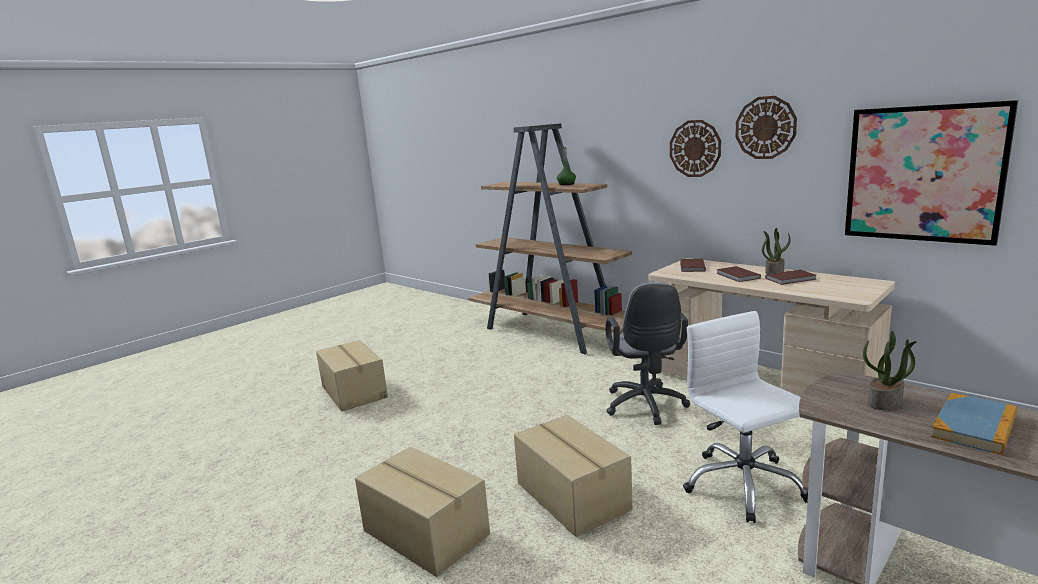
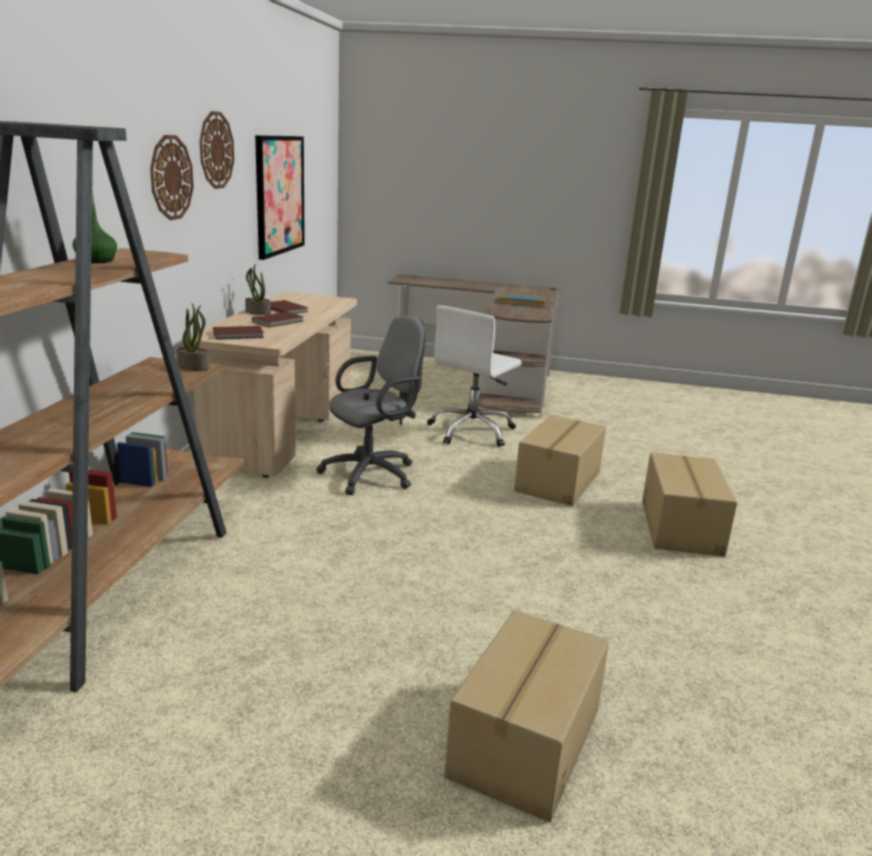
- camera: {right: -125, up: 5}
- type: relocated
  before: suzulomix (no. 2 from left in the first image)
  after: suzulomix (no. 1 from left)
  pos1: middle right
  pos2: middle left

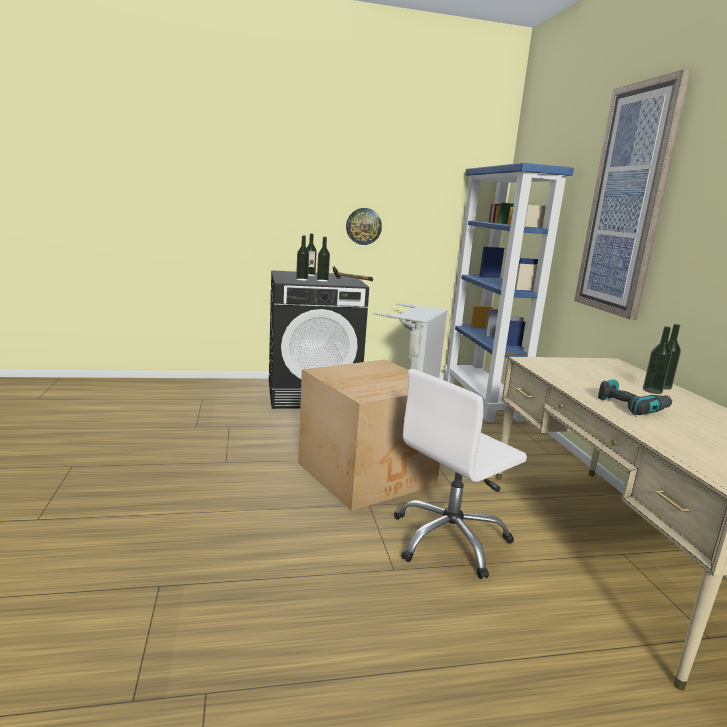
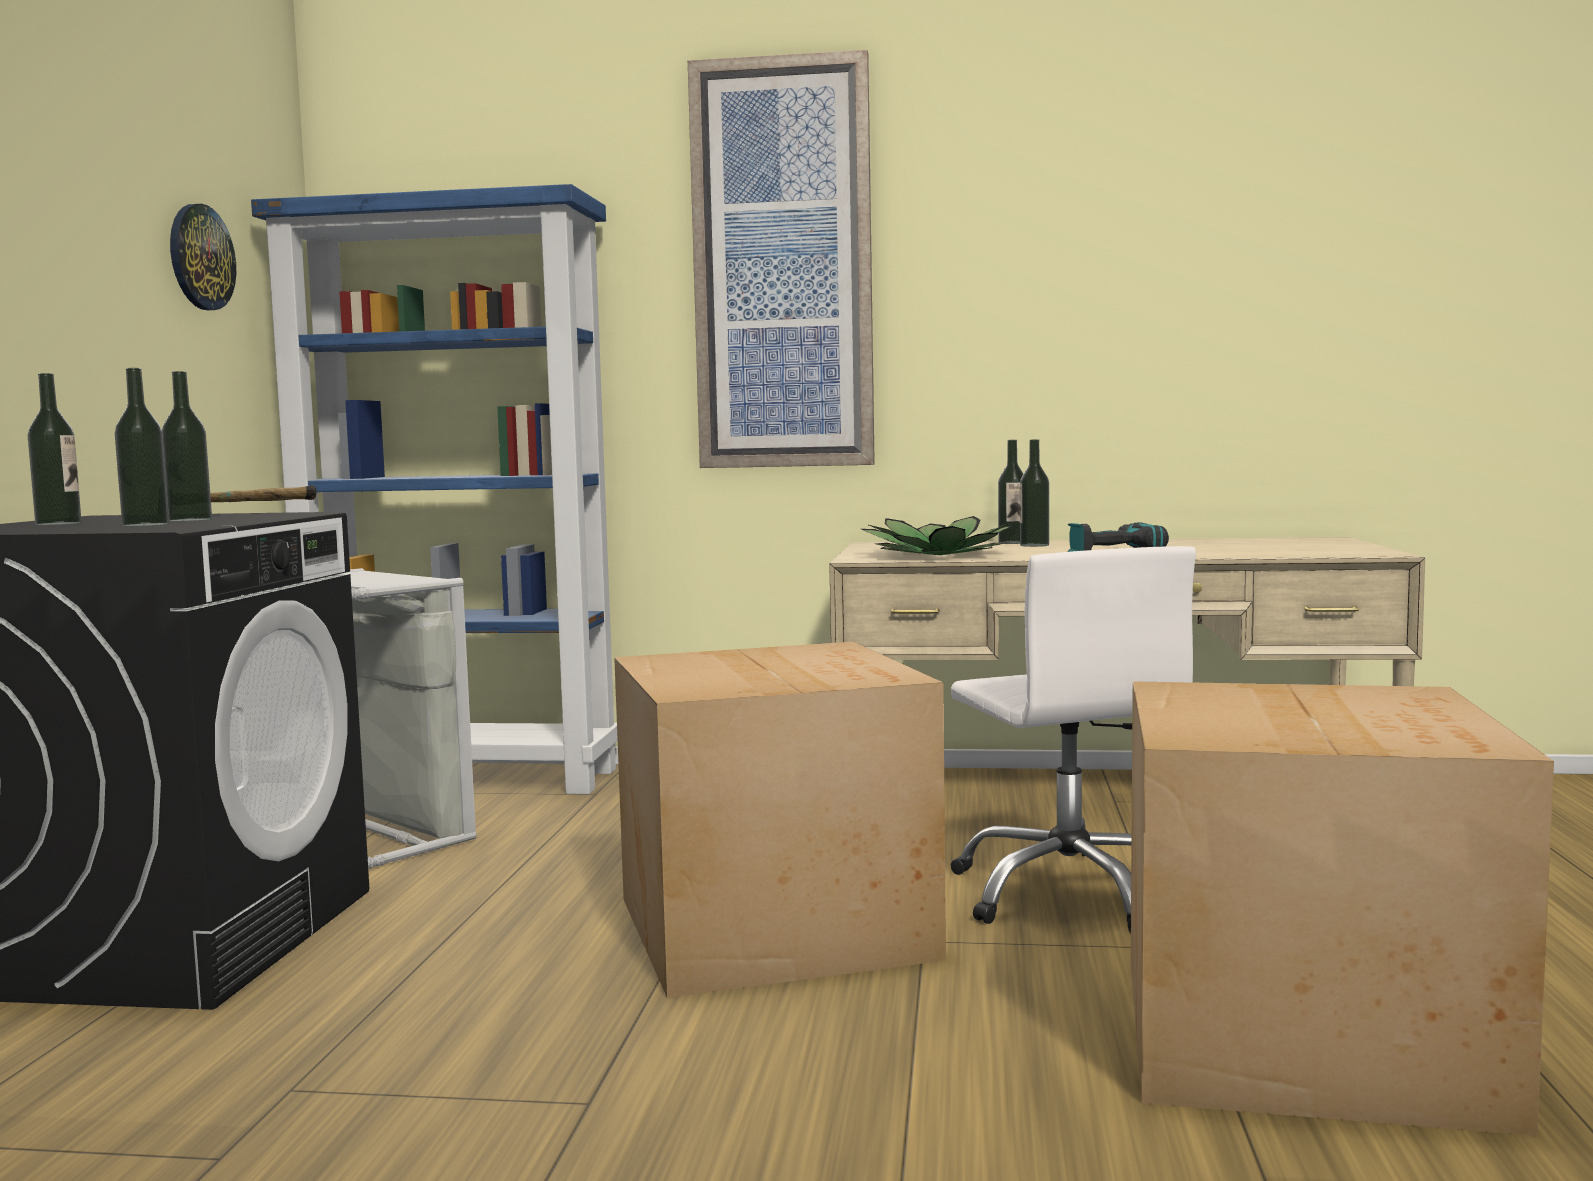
- camera: {right: -70, up: -10}
- type: relocated
  before: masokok
  pos1: top centre
  pos2: top left
- type: appeared
  after: suzulomix
  pos2: centre
- type: appeared
  after: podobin (no. 2 from left)
  pos2: bottom right

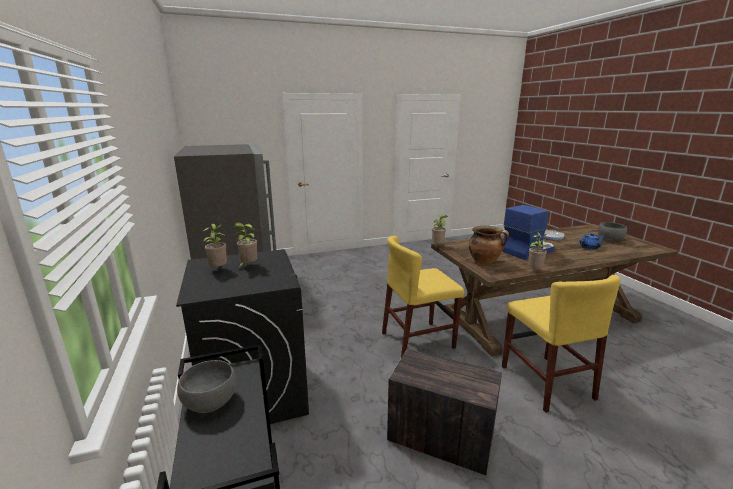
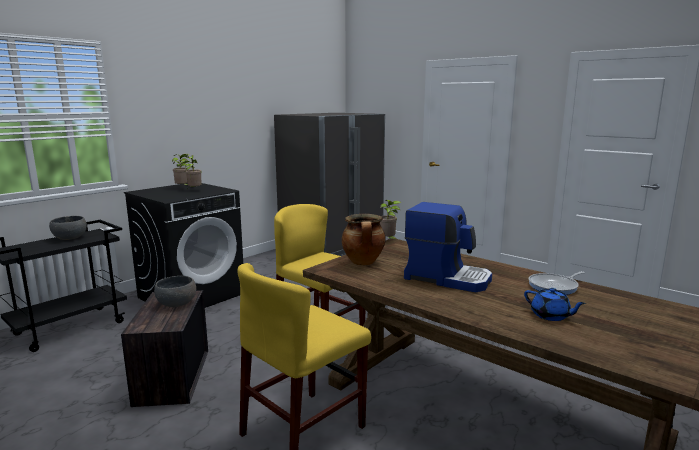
- camera: {right: 60, up: -5}
- type: missing
  before: suzulomix (no. 4 from left)
  pos1: middle right
- type: relocated
  before: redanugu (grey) (no. 2 from left)
  pos1: middle right
  pos2: middle left

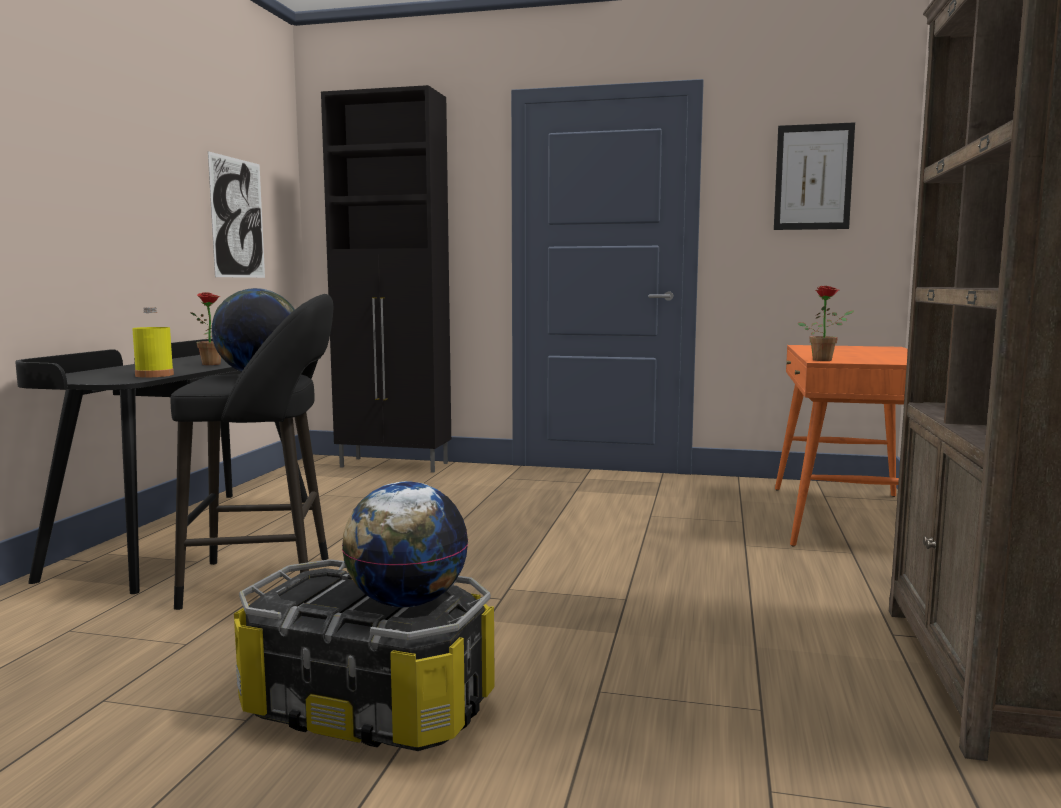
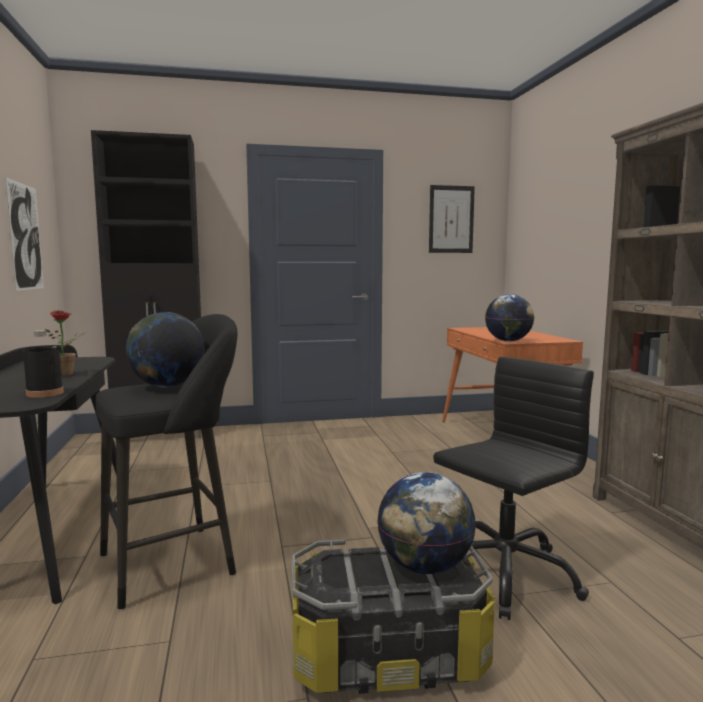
- camera: {right: -25, up: 0}
- type: colour
  before: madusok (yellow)
  after: madusok (black)
  pos1: middle left
  pos2: middle left
- type: exchanged
  before: suzulomix (no. 2 from left)
  after: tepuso (no. 3 from left)
  pos1: middle right
  pos2: middle right
- type: appeared
  after: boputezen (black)
  pos2: bottom right

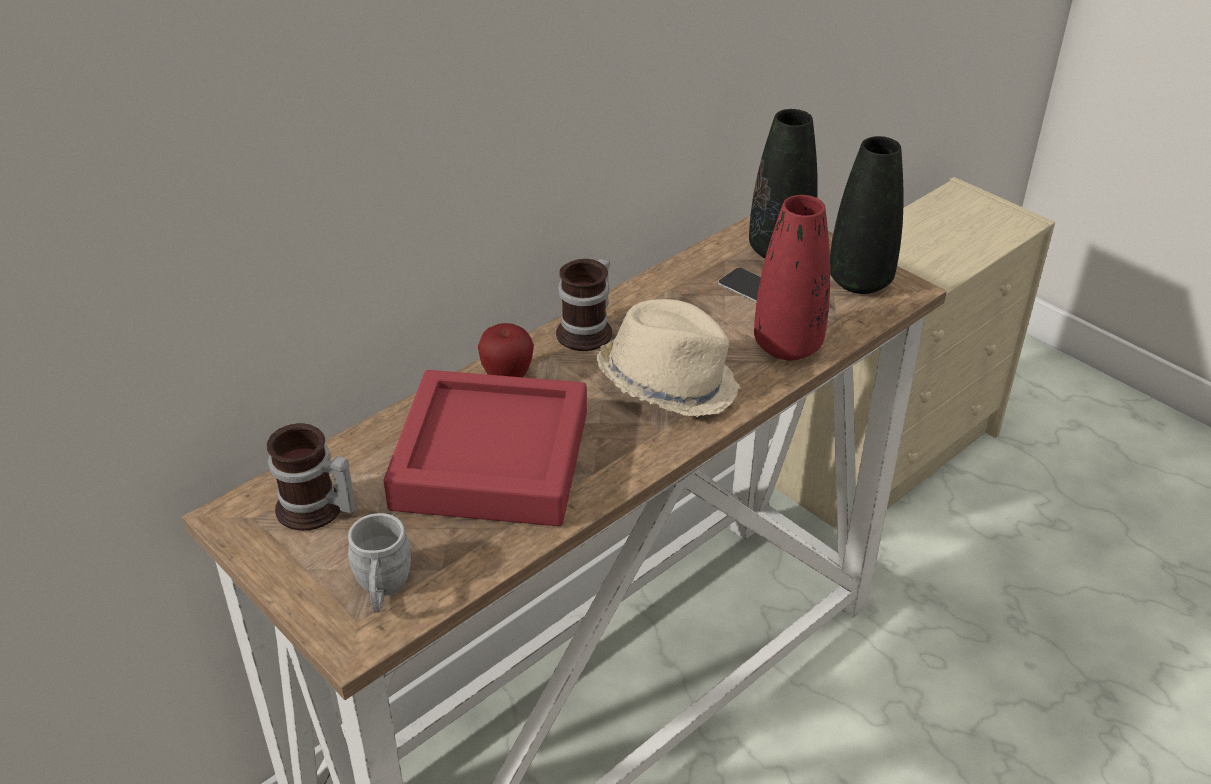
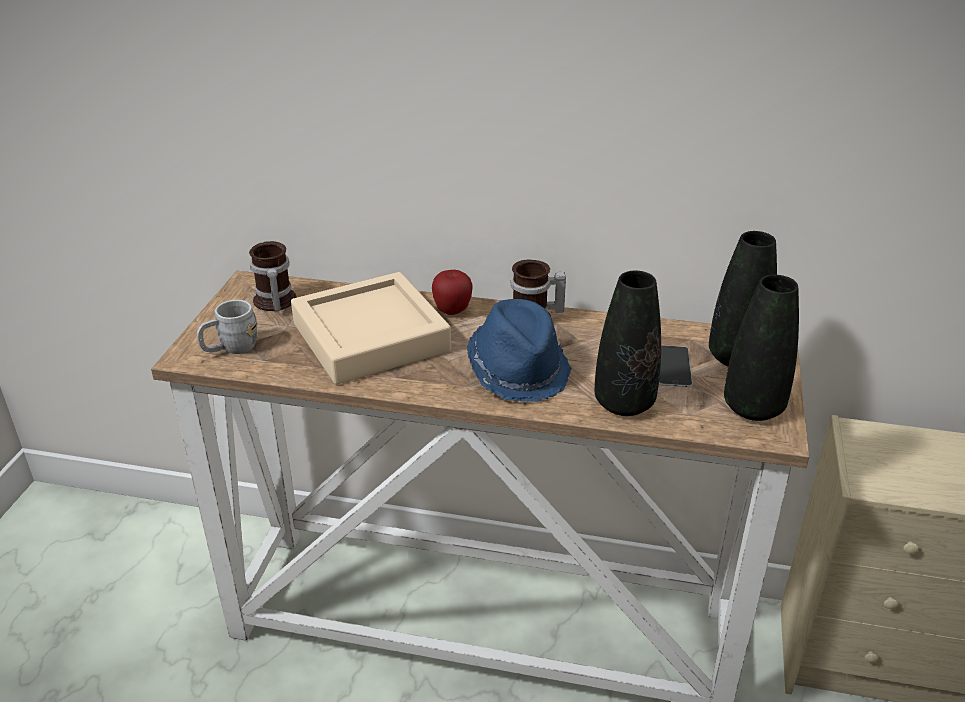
- camera: {right: 55, up: -5}
- type: colour
  before: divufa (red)
  after: divufa (beige)
  pos1: centre
  pos2: centre
- type: colour
  before: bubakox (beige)
  after: bubakox (blue)
  pos1: centre
  pos2: centre
- type: colour
  before: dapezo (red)
  after: dapezo (black) (no. 1 from left)
  pos1: centre
  pos2: centre

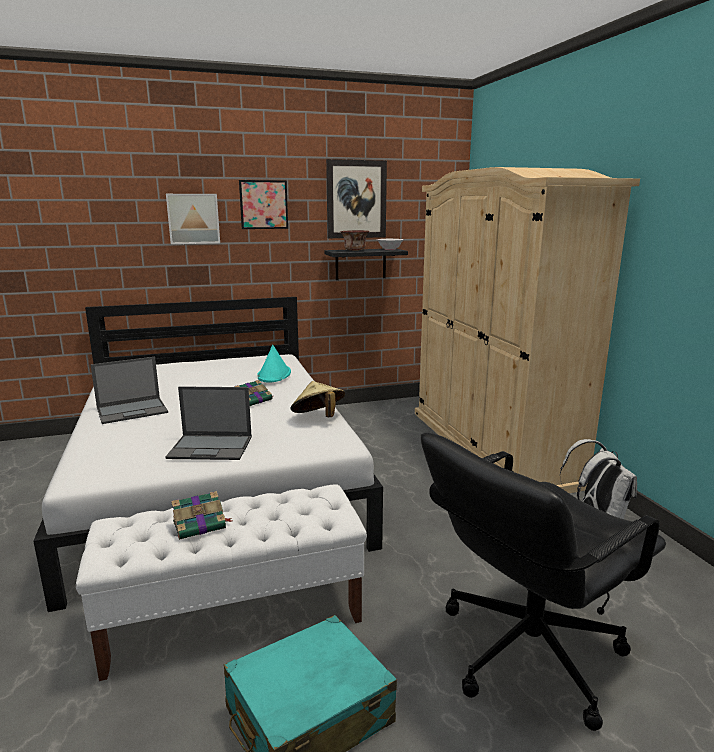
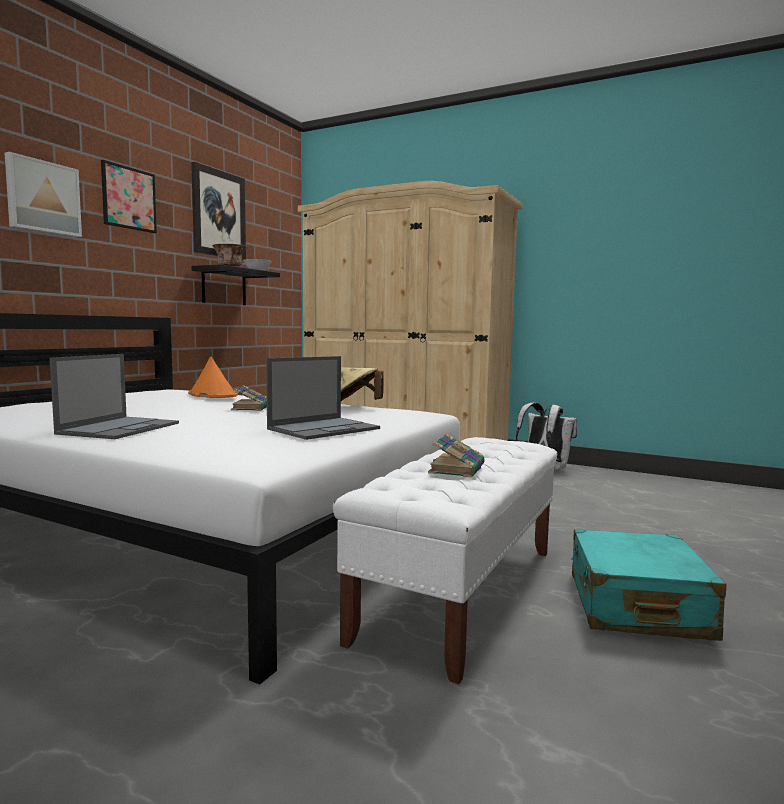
- camera: {right: -45, up: -10}
- type: colour
  before: bubakox (turquoise)
  after: bubakox (orange)
  pos1: centre
  pos2: middle left
- type: missing
  before: boputezen (black)
  pos1: bottom right

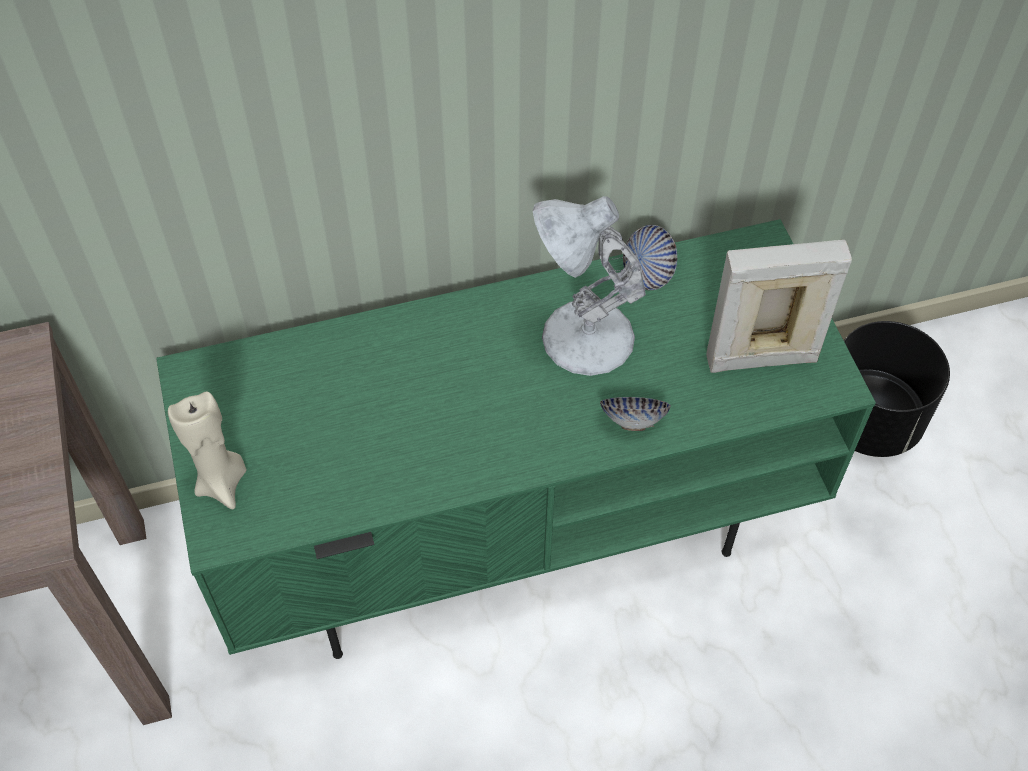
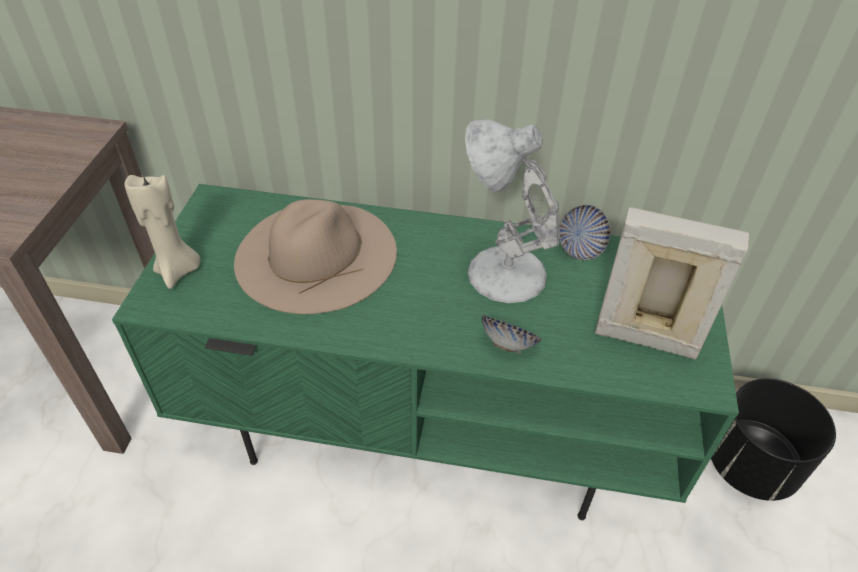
- camera: {right: 25, up: -10}
- type: appeared
  after: bubakox (beige)
  pos2: centre

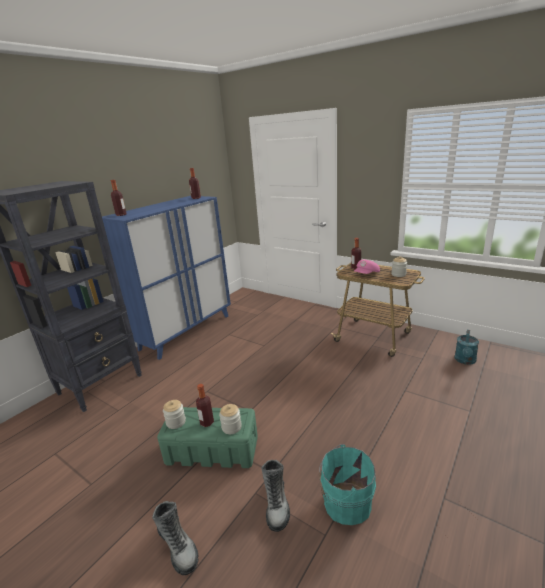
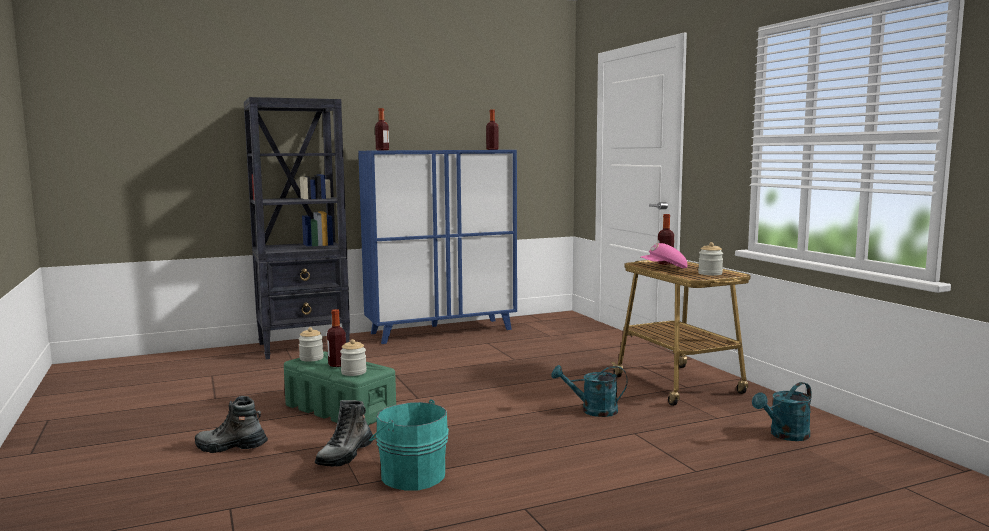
- camera: {right: 30, up: -15}
- type: spun
  before: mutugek (no. 1 from left)
  pos1: bottom left
  pos2: bottom left
  turn: 105
- type: appeared
  after: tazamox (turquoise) (no. 1 from left)
  pos2: bottom centre

